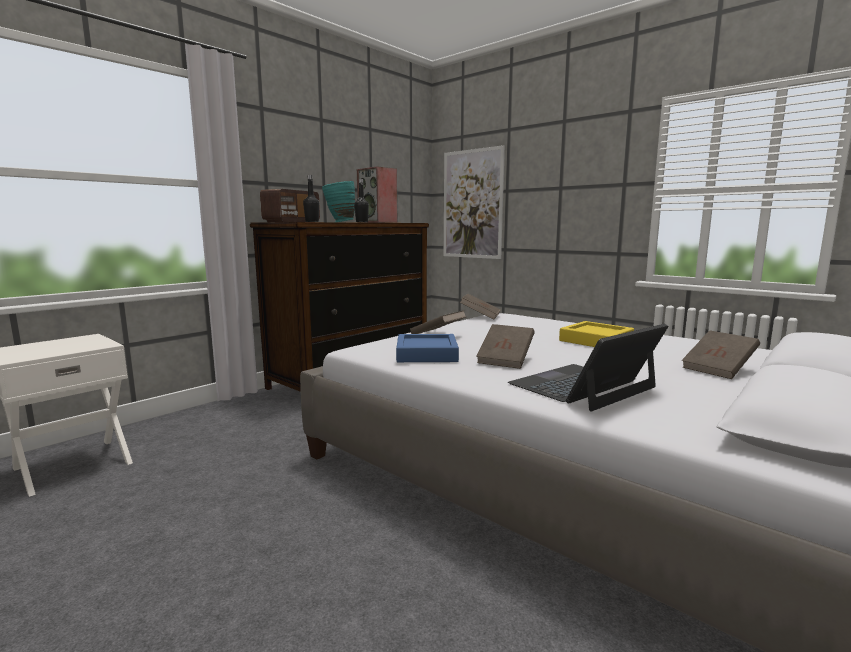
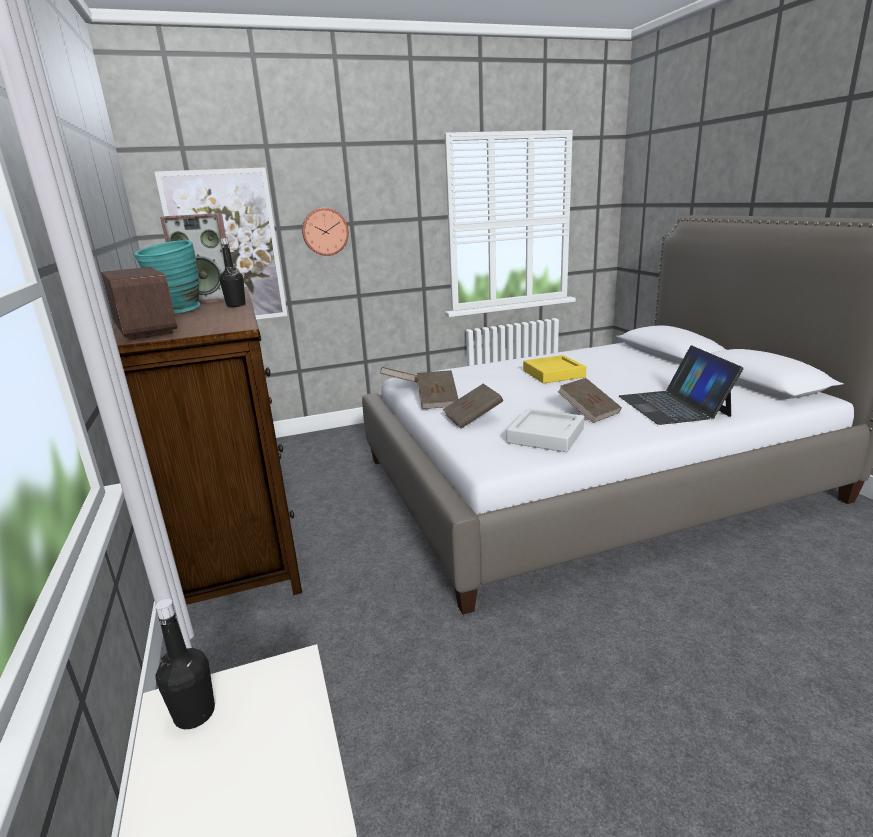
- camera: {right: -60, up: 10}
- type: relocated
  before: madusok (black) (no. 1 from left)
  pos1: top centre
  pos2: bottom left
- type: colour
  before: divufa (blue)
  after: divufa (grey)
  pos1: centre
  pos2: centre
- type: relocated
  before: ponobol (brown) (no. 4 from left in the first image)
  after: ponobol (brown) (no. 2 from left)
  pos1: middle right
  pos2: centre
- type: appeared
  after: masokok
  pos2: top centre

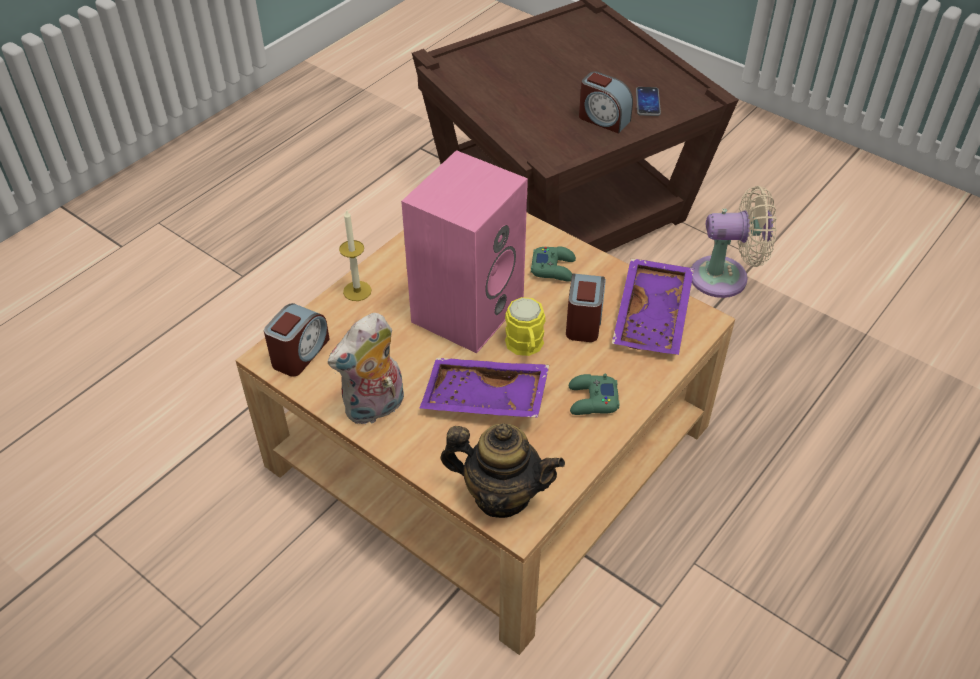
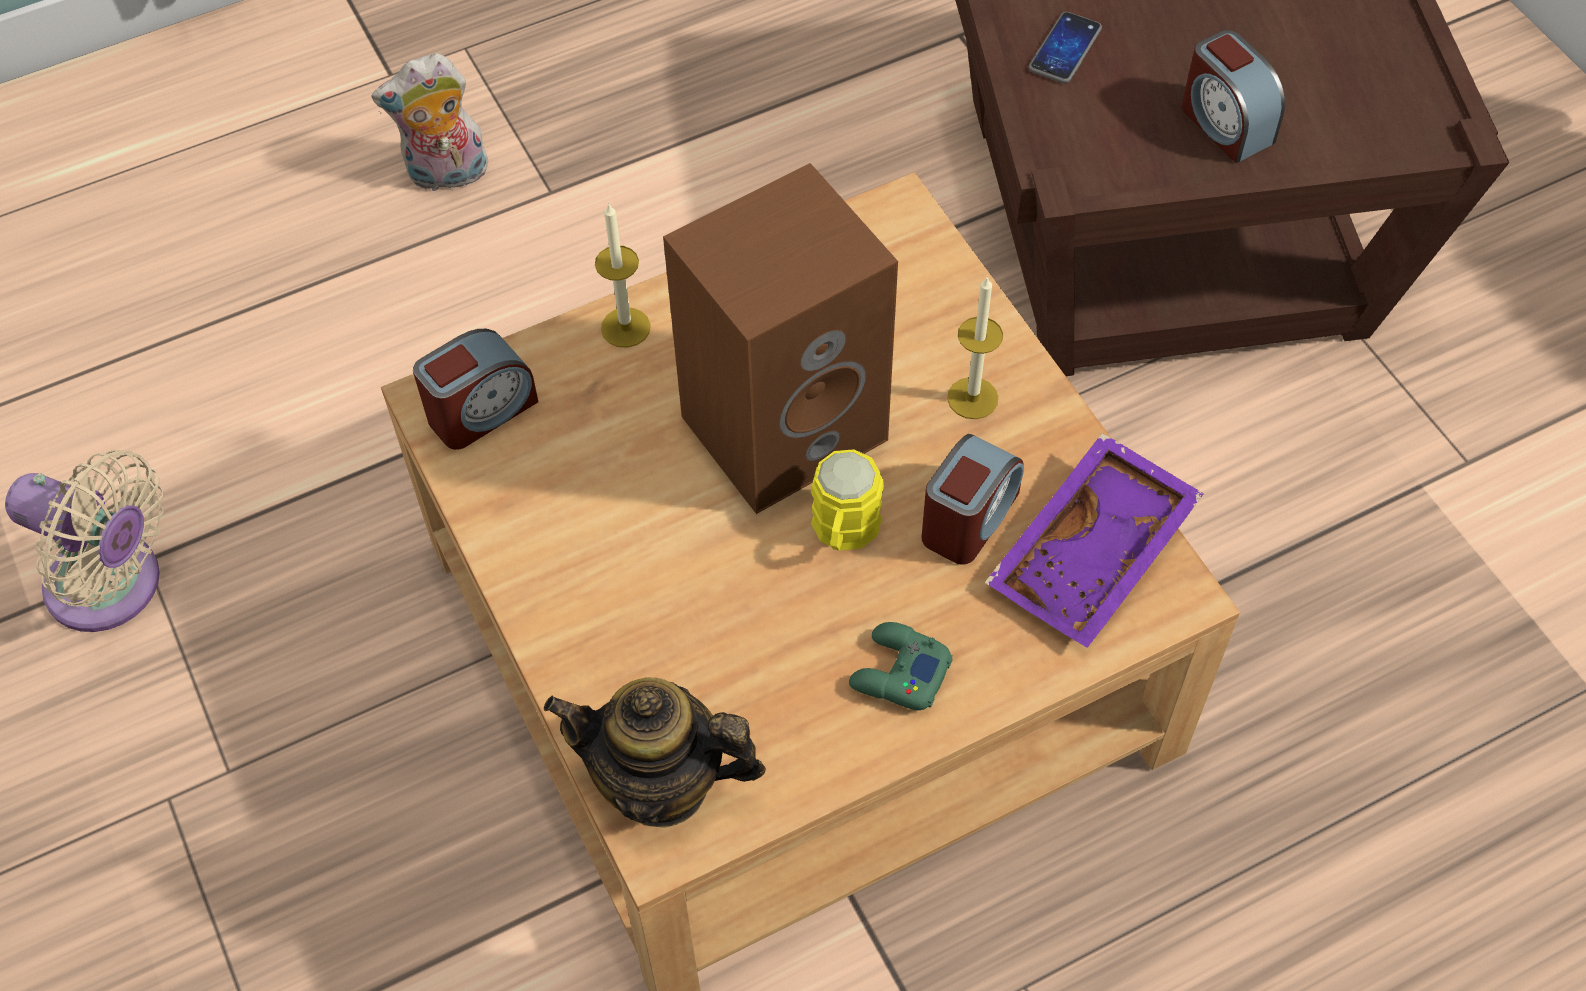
- camera: {right: 25, up: 10}
- type: relocated
  before: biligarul
  pos1: centre
  pos2: top left
- type: colour
  before: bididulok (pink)
  after: bididulok (brown)
  pos1: centre
  pos2: centre
- type: missing
  before: divufa (purple) (no. 1 from left)
  pos1: centre
- type: spun
  before: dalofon
  pos1: bottom centre
  pos2: bottom centre
  turn: 150
- type: exchanged
  before: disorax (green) (no. 1 from left)
  after: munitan (no. 2 from left)
  pos1: centre
  pos2: centre
- type: relocated
  before: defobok
  pos1: top centre
  pos2: top right
- type: relocated
  before: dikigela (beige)
  pos1: middle right
  pos2: middle left

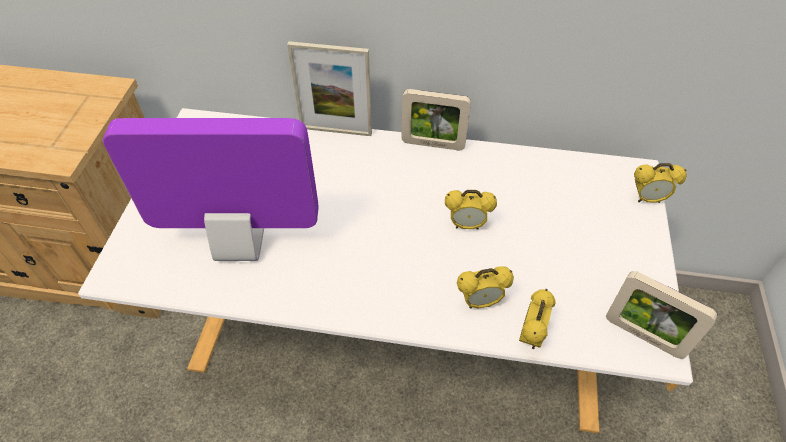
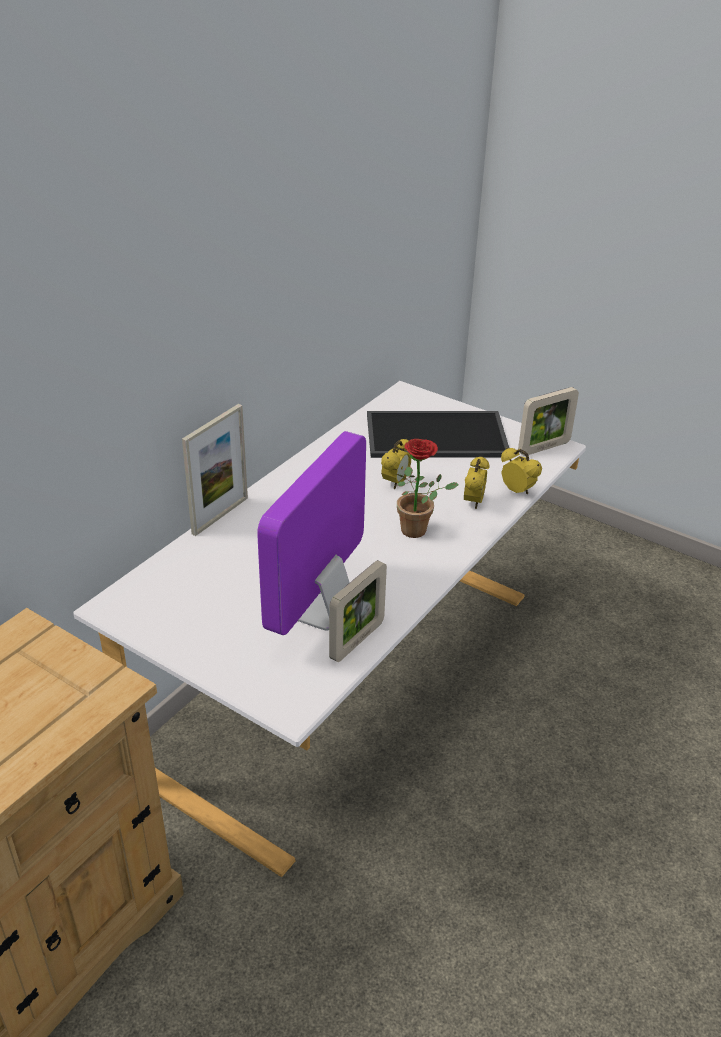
- camera: {right: -65, up: -15}
- type: relocated
  before: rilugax (no. 2 from left)
  pos1: top centre
  pos2: centre
- type: missing
  before: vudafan (no. 4 from left)
  pos1: middle right
- type: appeared
  after: divufa
  pos2: centre
- type: appeared
  after: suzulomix
  pos2: centre

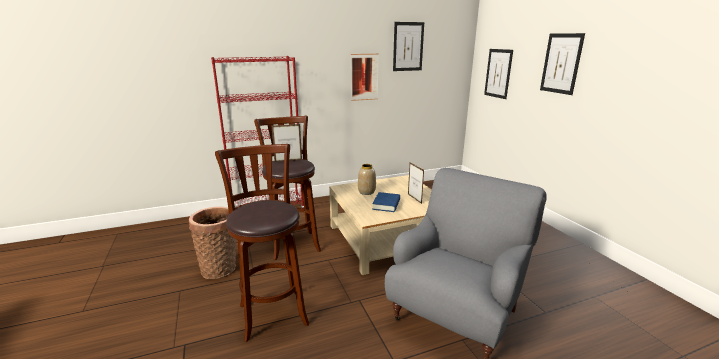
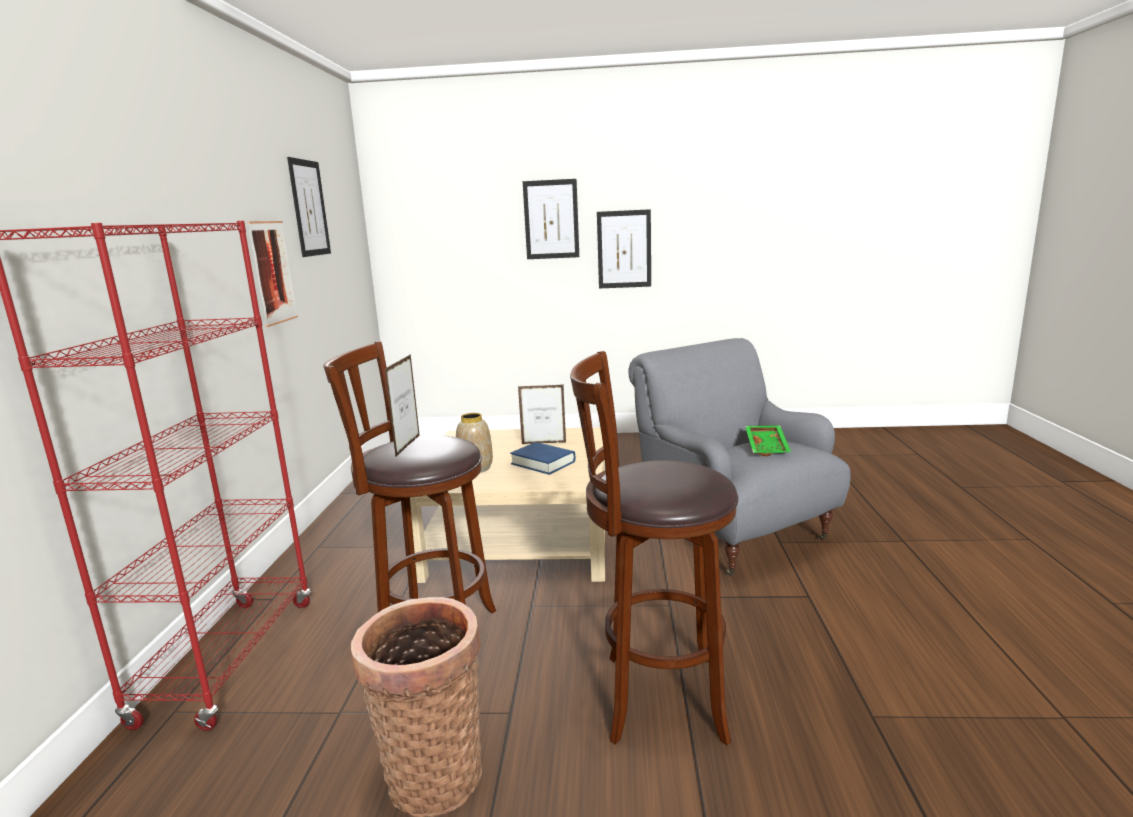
- camera: {right: -65, up: -5}
- type: relocated
  before: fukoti (no. 3 from left in the first image)
  after: fukoti (no. 4 from left)
  pos1: top right
  pos2: top centre
- type: appeared
  after: divufa (green)
  pos2: middle right

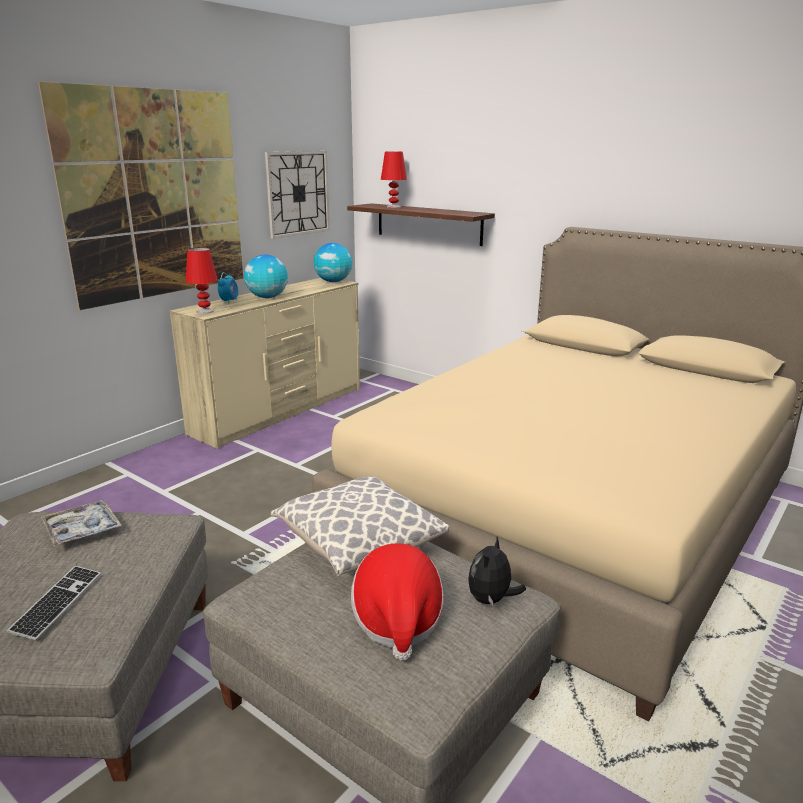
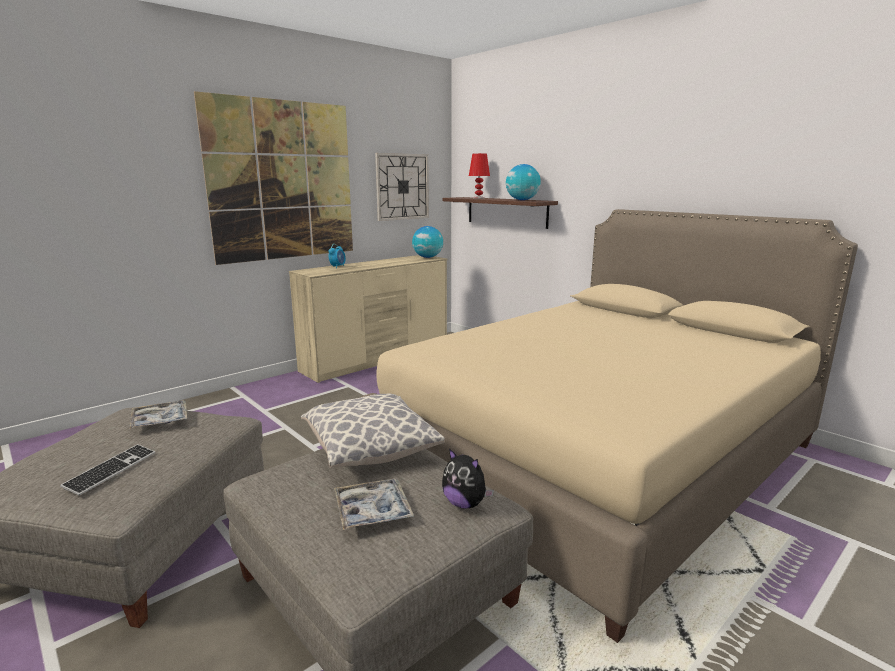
- camera: {right: 10, up: -5}
- type: missing
  before: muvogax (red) (no. 1 from left)
  pos1: middle left
- type: relocated
  before: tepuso (no. 1 from left in the first image)
  after: tepuso (no. 2 from left)
  pos1: middle left
  pos2: top centre
- type: exchanged
  before: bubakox
  after: divufa (no. 2 from left)
  pos1: bottom centre
  pos2: bottom centre
- type: spun
  before: biligarul
  pos1: bottom centre
  pos2: bottom centre
  turn: -90

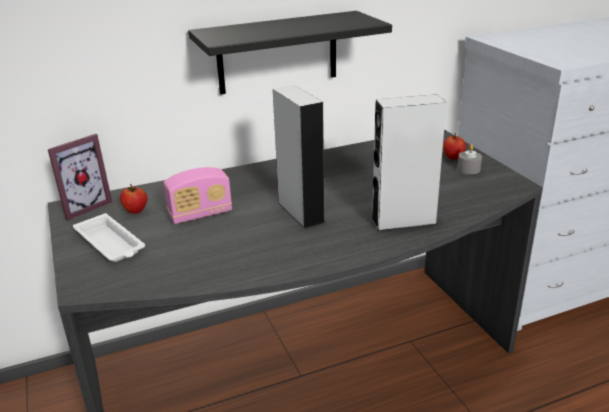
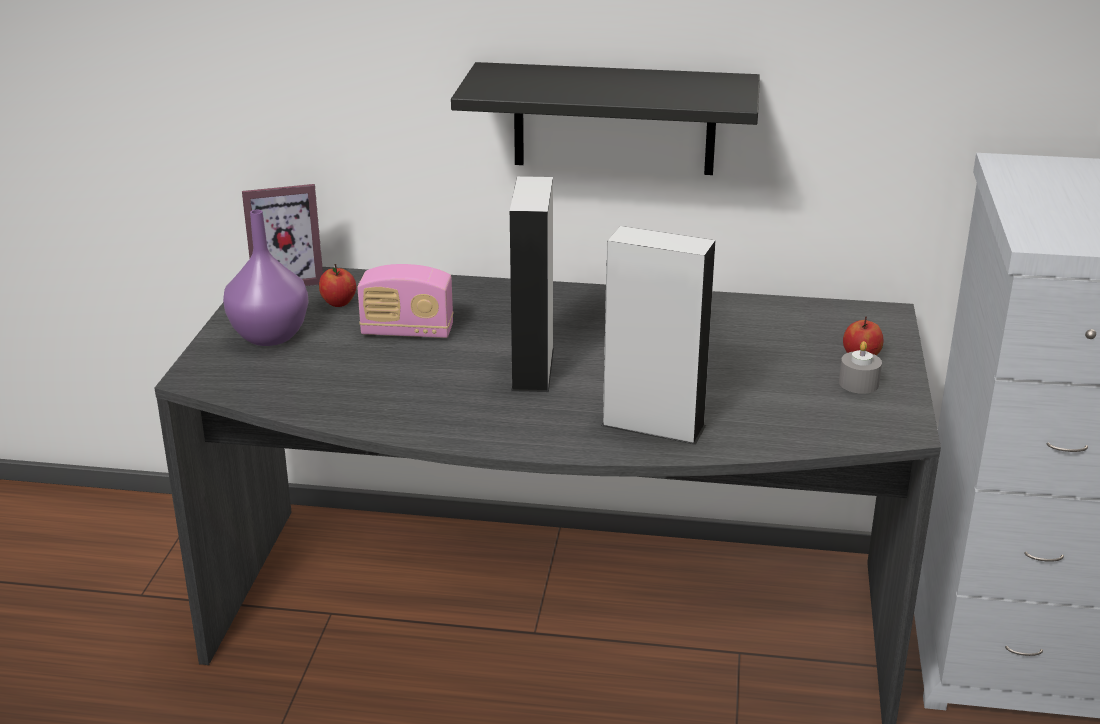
- camera: {right: 30, up: 0}
- type: exchanged
  before: divufa (white)
  after: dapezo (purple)
  pos1: middle left
  pos2: middle left

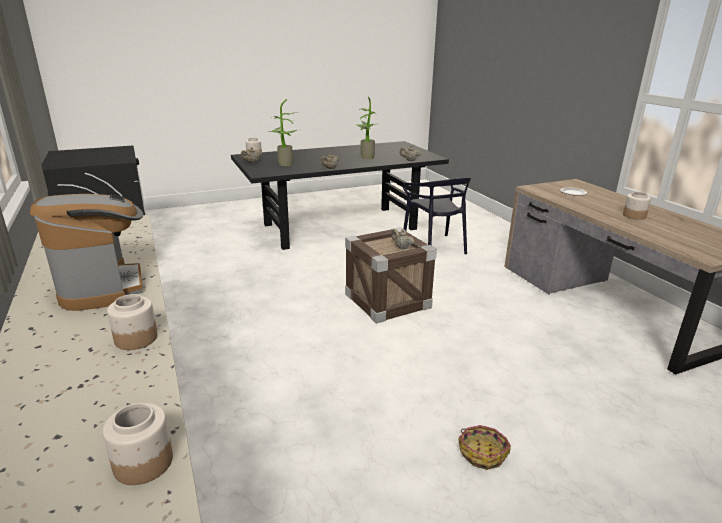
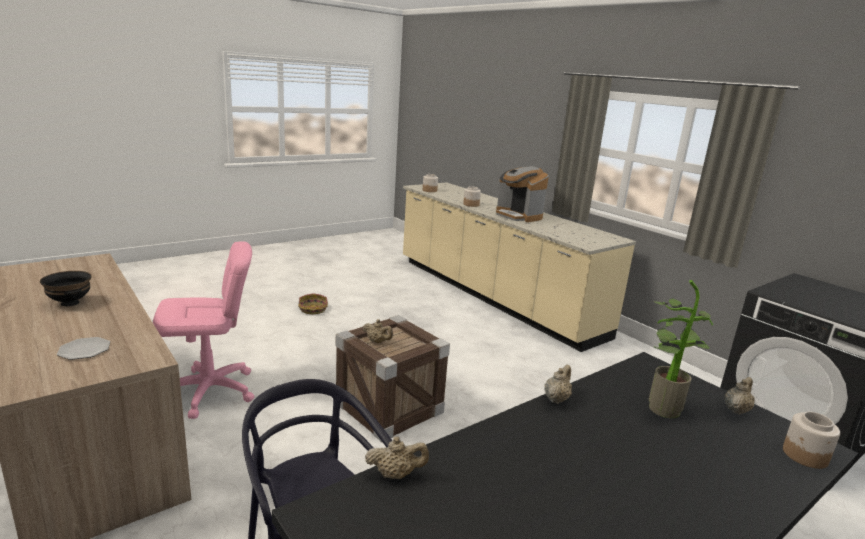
- camera: {right: 165, up: -5}
- type: missing
  before: suzulomix (no. 2 from left)
  pos1: top centre
- type: exchanged
  before: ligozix (no. 4 from left)
  after: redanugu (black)
  pos1: middle right
  pos2: middle left
- type: appeared
  after: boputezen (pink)
  pos2: middle left

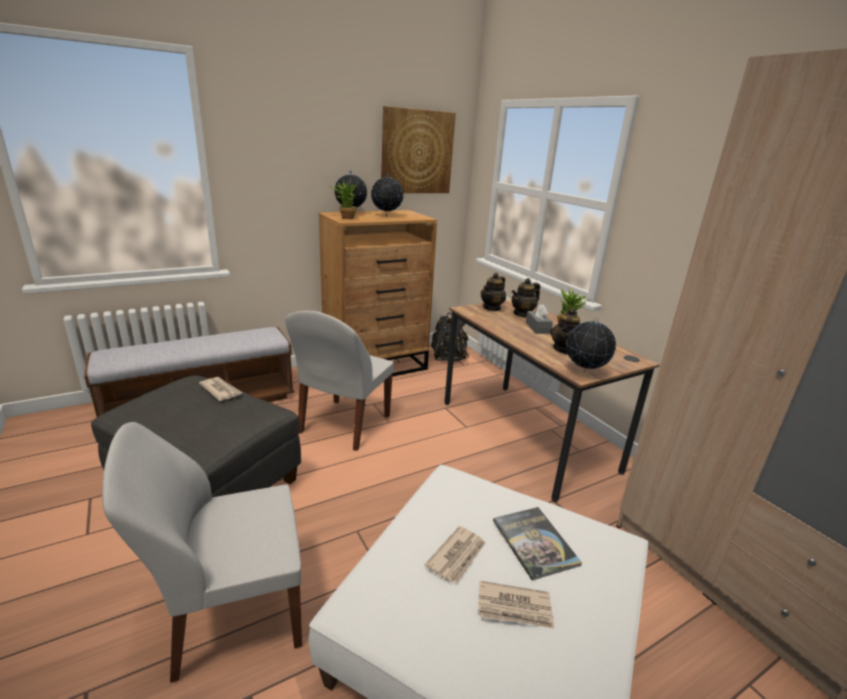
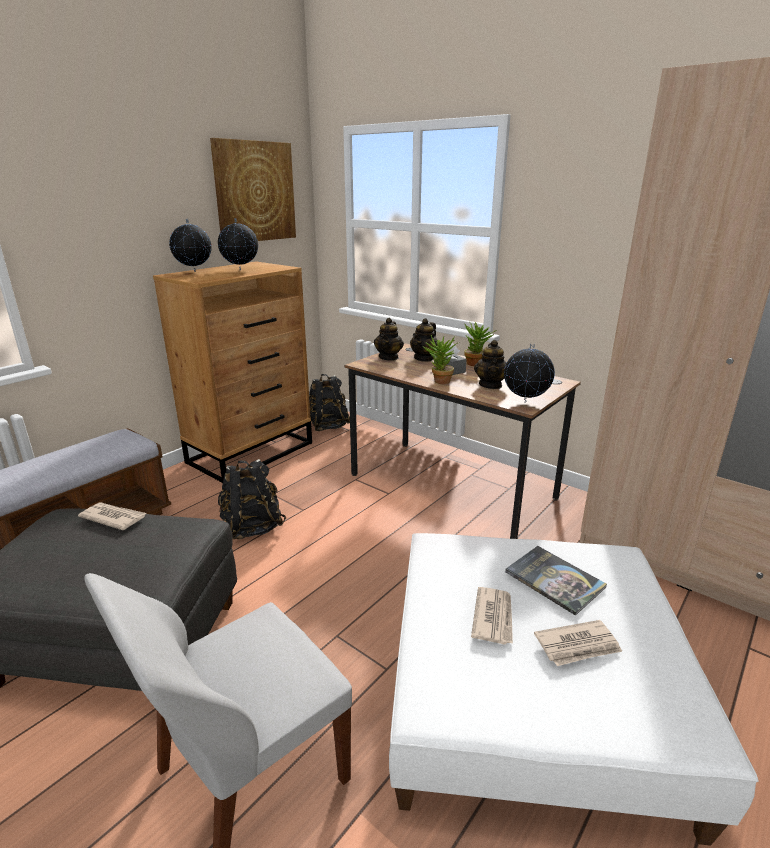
- camera: {right: -20, up: 0}
- type: exchanged
  before: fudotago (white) (no. 2 from left)
  after: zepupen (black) (no. 1 from left)
  pos1: centre
  pos2: middle left
- type: relocated
  before: suzulomix (no. 1 from left)
  pos1: top centre
  pos2: centre

